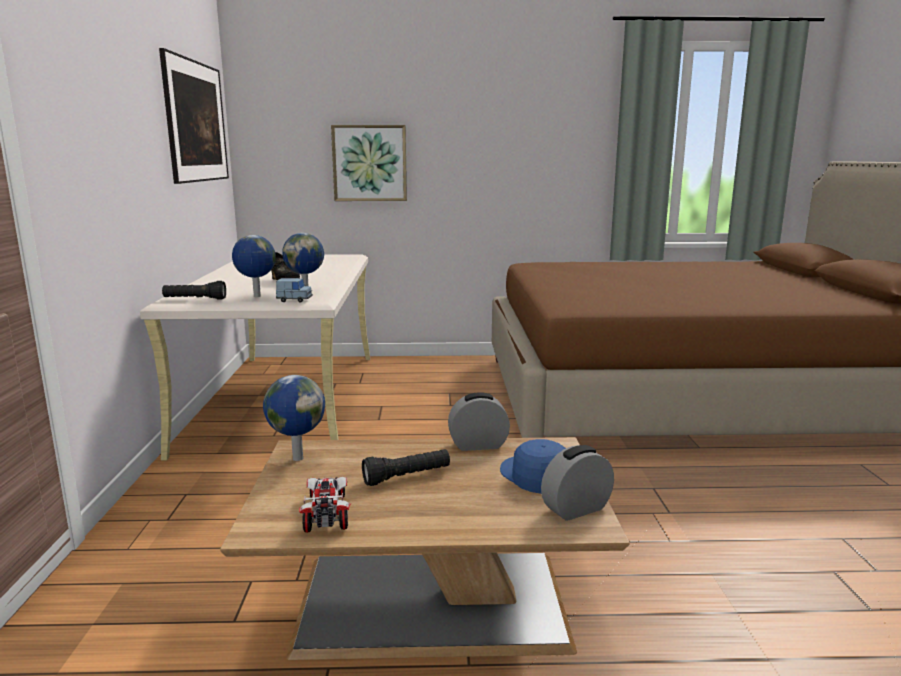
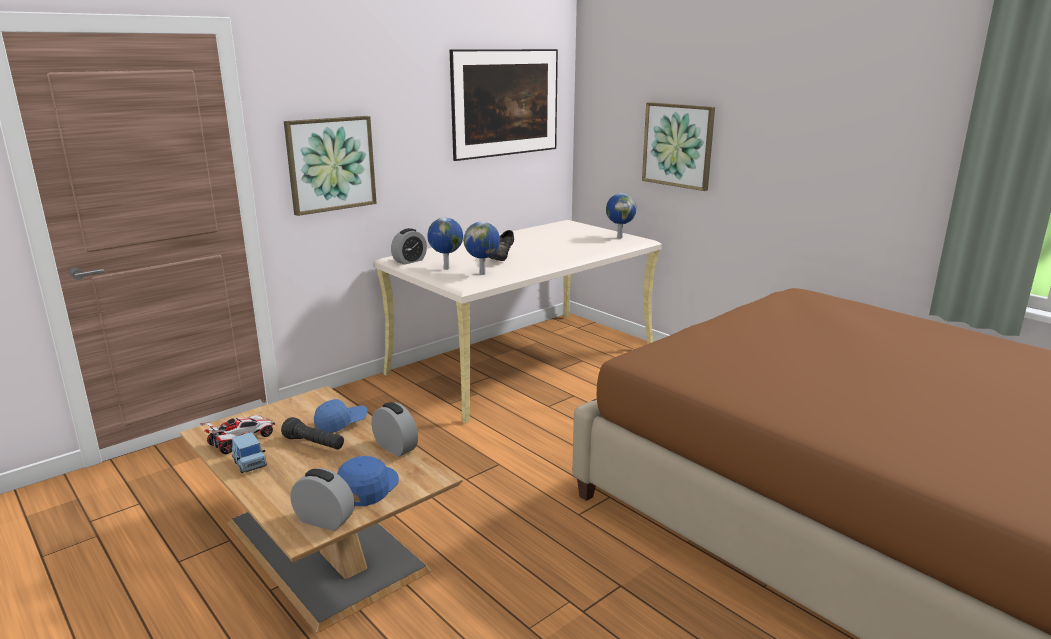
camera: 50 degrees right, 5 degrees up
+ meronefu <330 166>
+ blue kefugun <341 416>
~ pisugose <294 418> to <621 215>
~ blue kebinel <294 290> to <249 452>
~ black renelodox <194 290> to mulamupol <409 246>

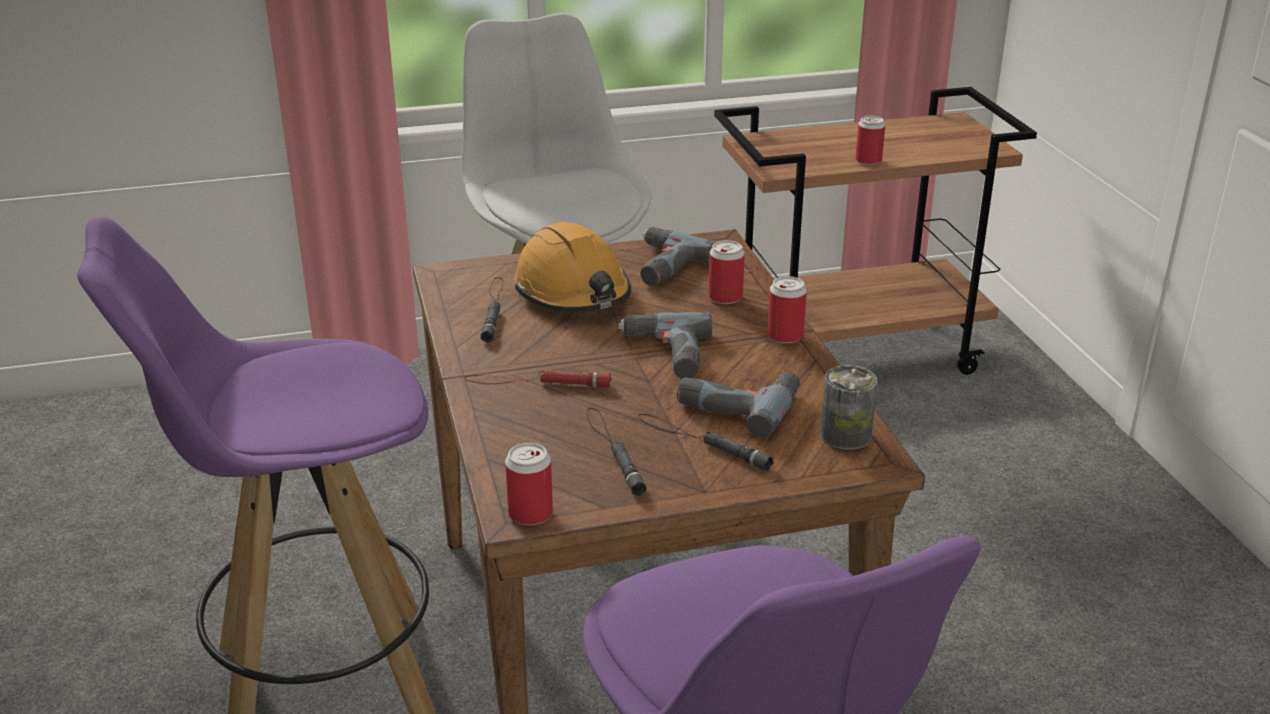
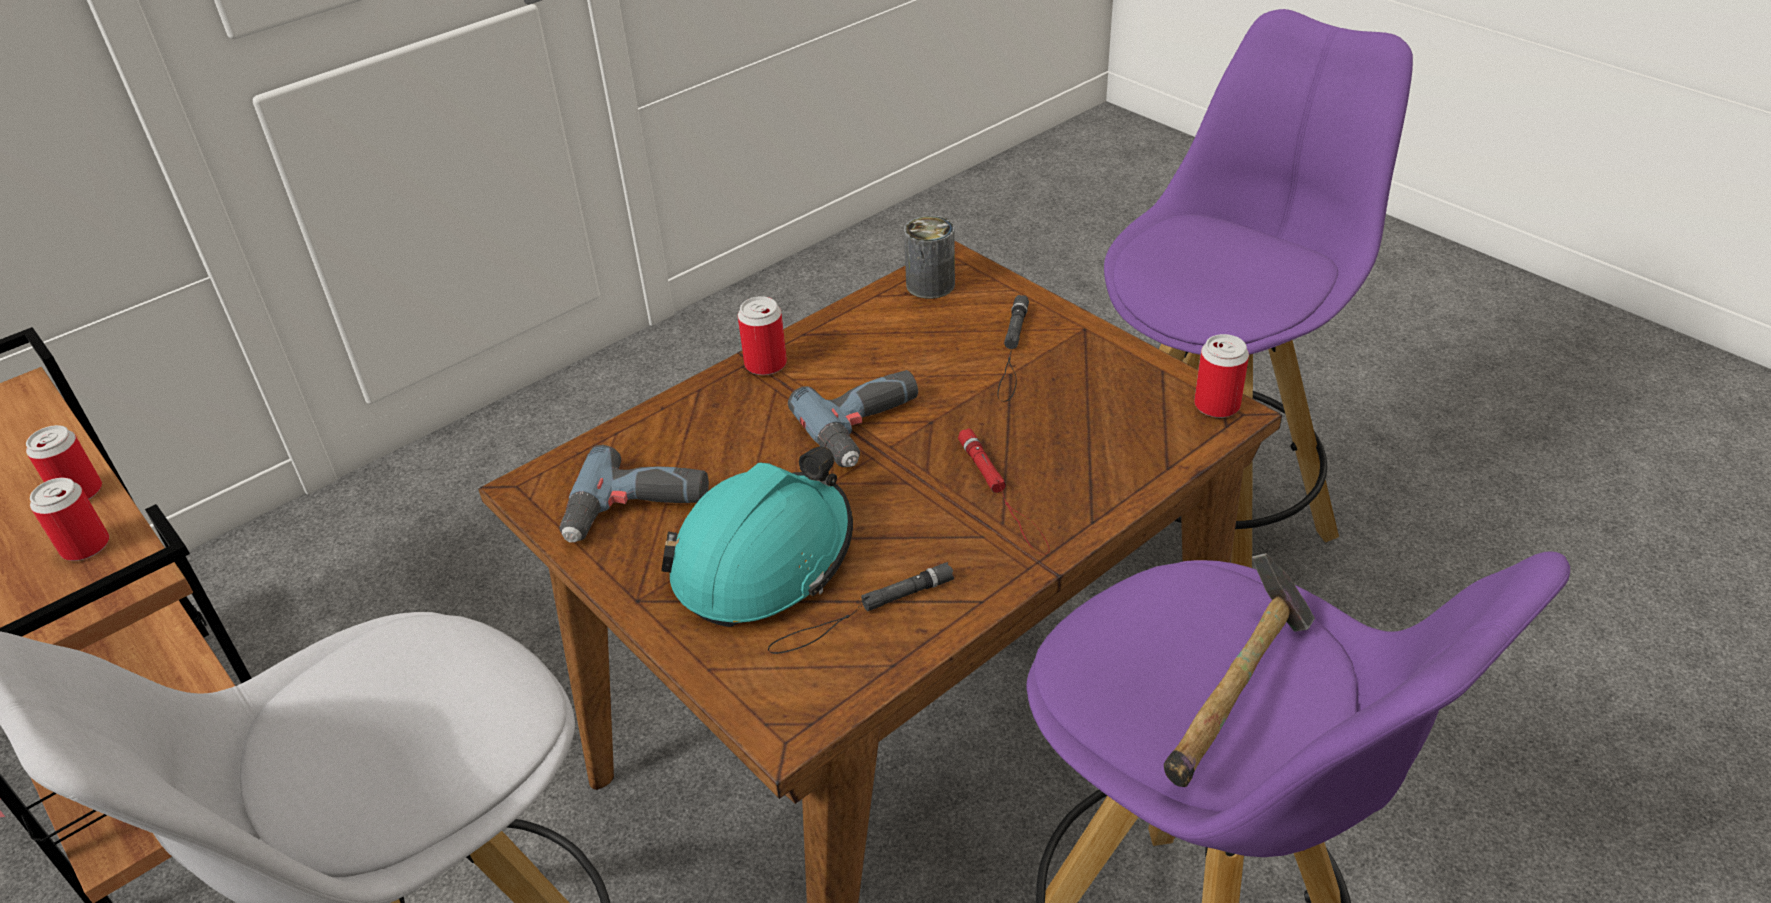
camera: 115 degrees left, 10 degrees up
- black renelodox <616 452>
- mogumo <738 404>
+ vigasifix <1239 670>
~ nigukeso <726 272> to <69 519>
~ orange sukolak <573 267> to turquoise sukolak <757 536>

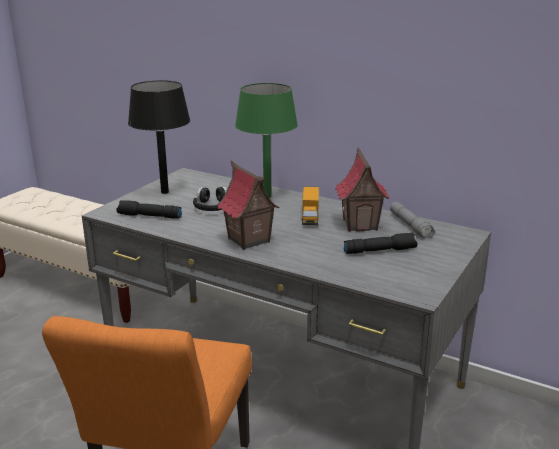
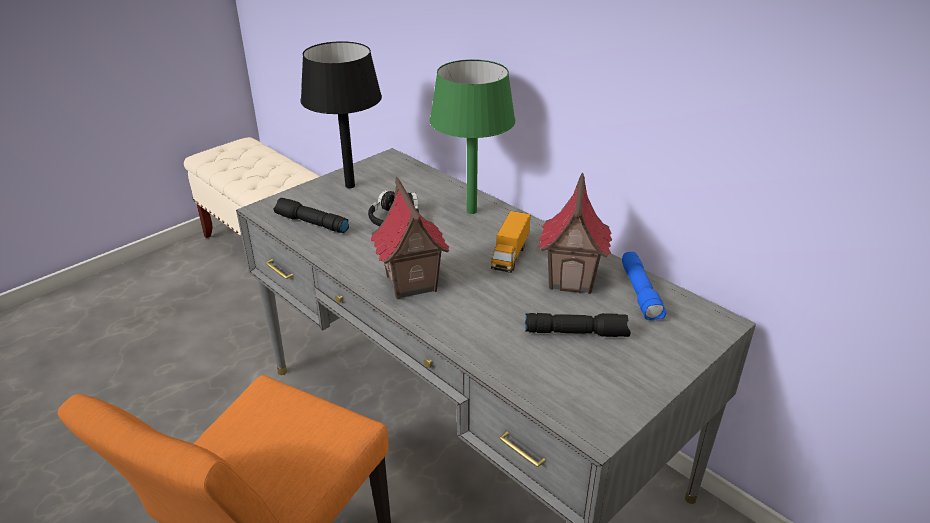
camera: 15 degrees right, 10 degrees up
~ grey renelodox <412 220> to blue renelodox <644 286>

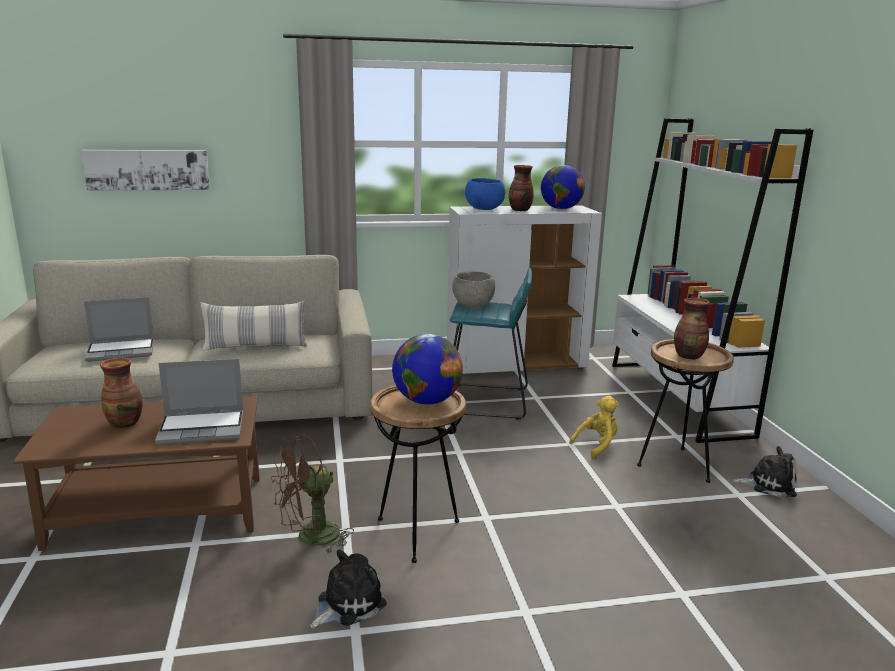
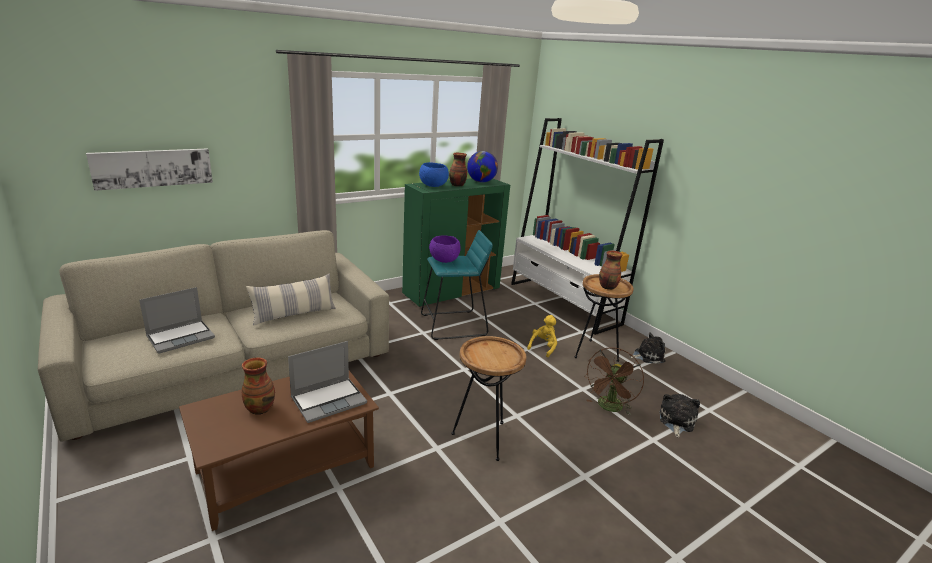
camera: 25 degrees left, 5 degrees up
- pisugose <427 369>
~ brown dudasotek <312 494> to <614 381>
~ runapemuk <348 588> to <680 416>
~ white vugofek <524 289> to green vugofek <456 242>
~ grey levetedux <473 289> to purple levetedux <445 249>

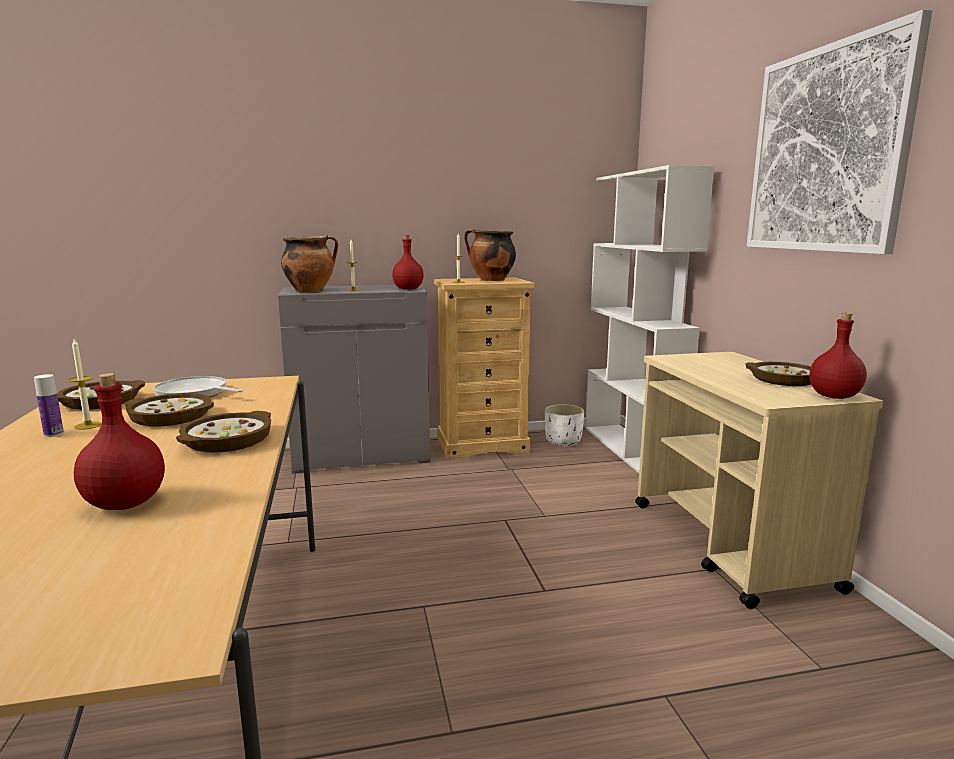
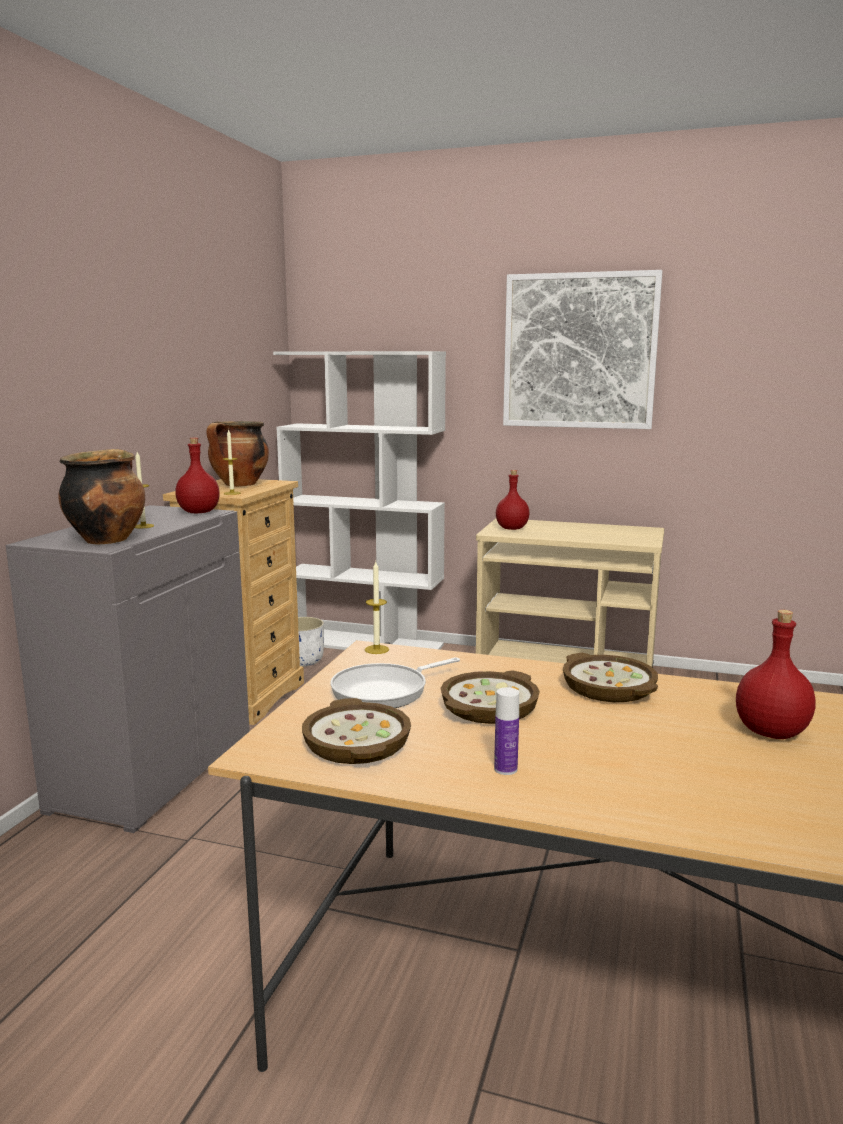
camera: 60 degrees left, 0 degrees up
- levetedux <778 374>
~ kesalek <85 384> to <377 608>
~ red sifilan <838 356> to <513 500>

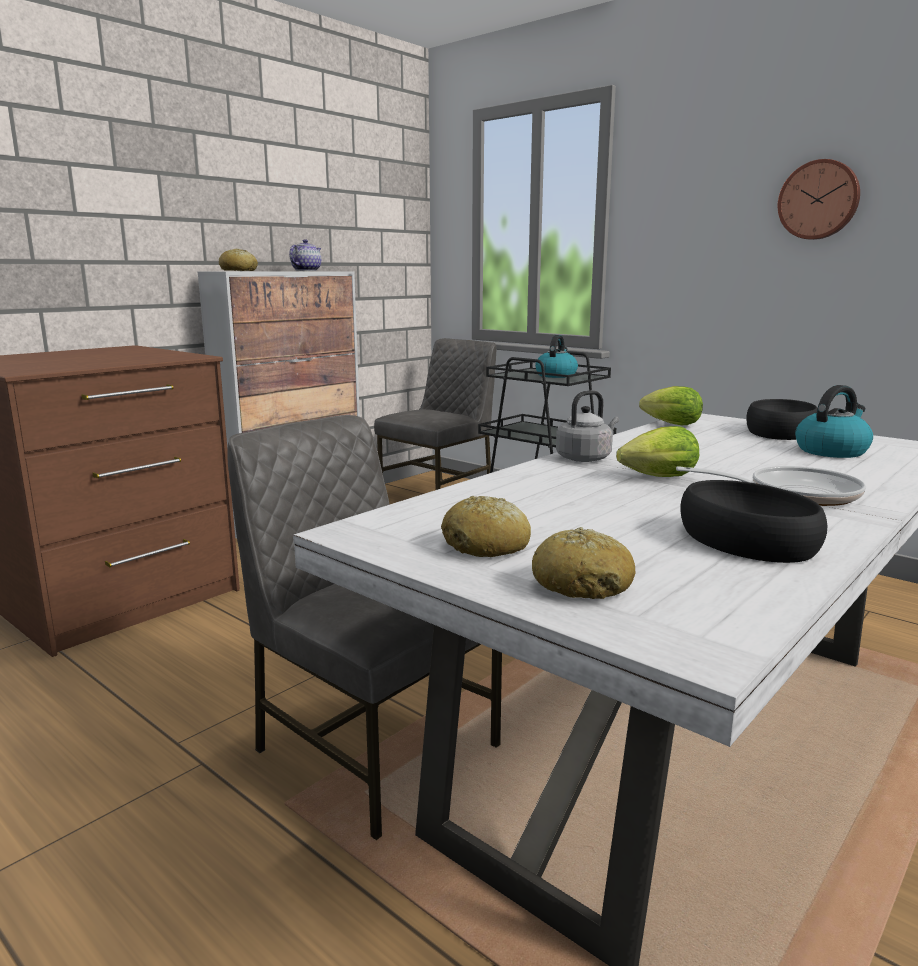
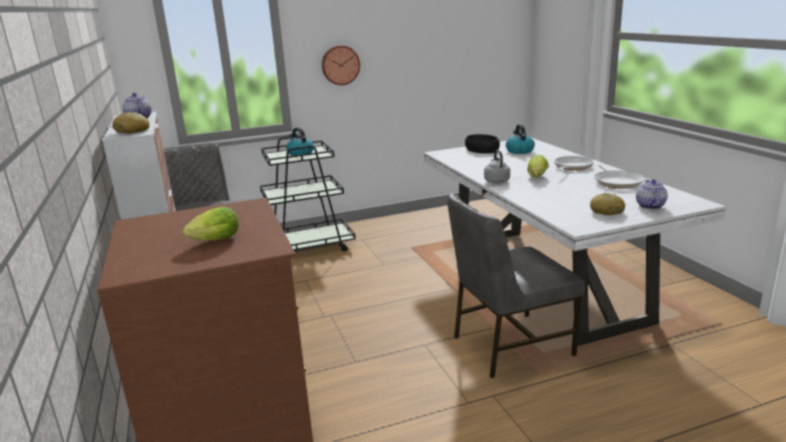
camera: 60 degrees left, 5 degrees up
~ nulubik <671 405> to <210 223>
~ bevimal <819 199> to <341 65>
~ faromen <583 563> to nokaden <652 194>
~ black levetedux <753 521> to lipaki <619 177>

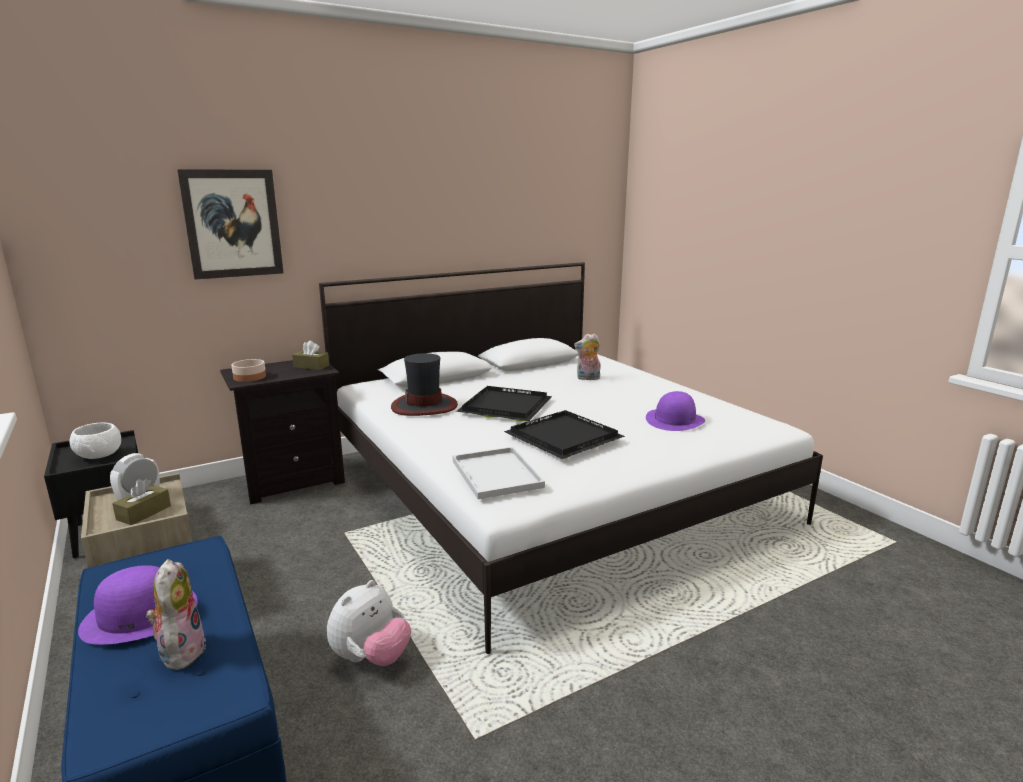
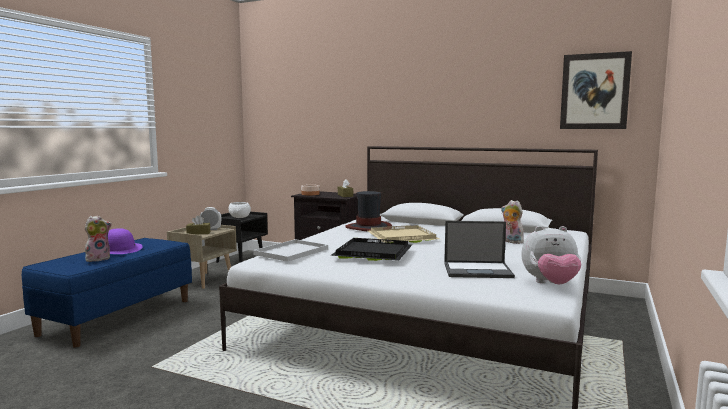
camera: 55 degrees right, 10 degrees down
~ meronefu <230 224> to <596 90>
~ runapemuk <369 623> to <551 255>
~ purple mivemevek <675 411> to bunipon <479 249>
~ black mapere <504 403> to beige mapere <404 234>

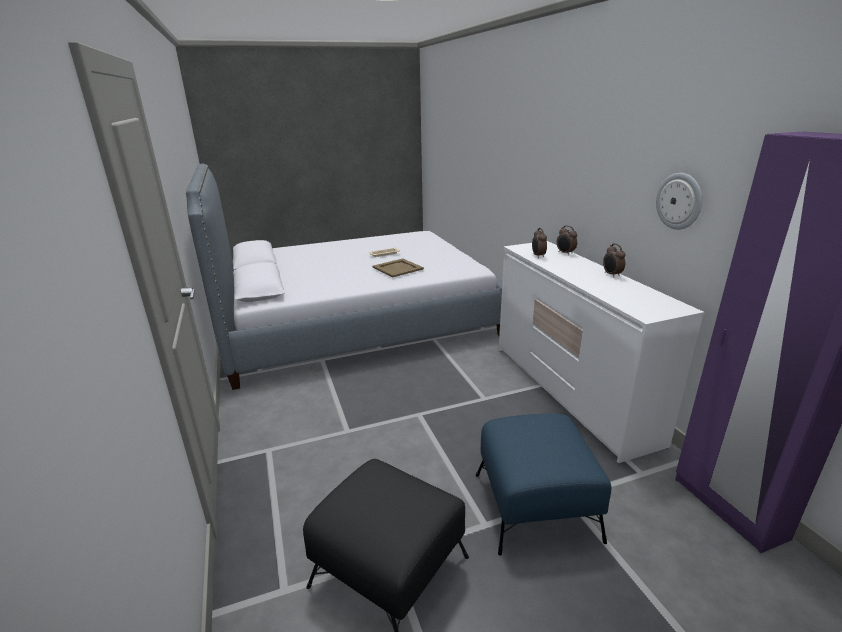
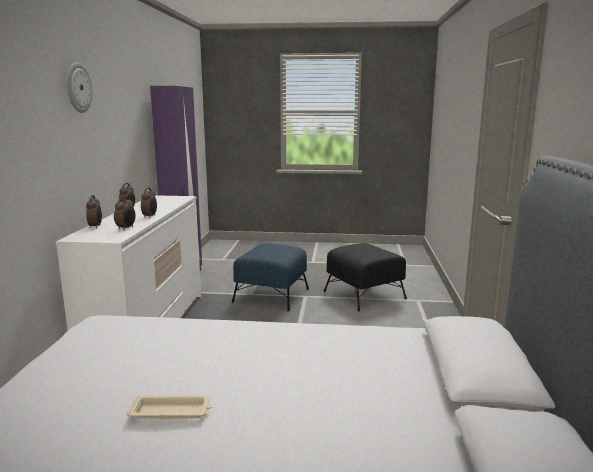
camera: 155 degrees left, 10 degrees down
- beige mapere <398 268>
+ mulamupol <149 203>
~ bevimal <679 201> to <79 87>

